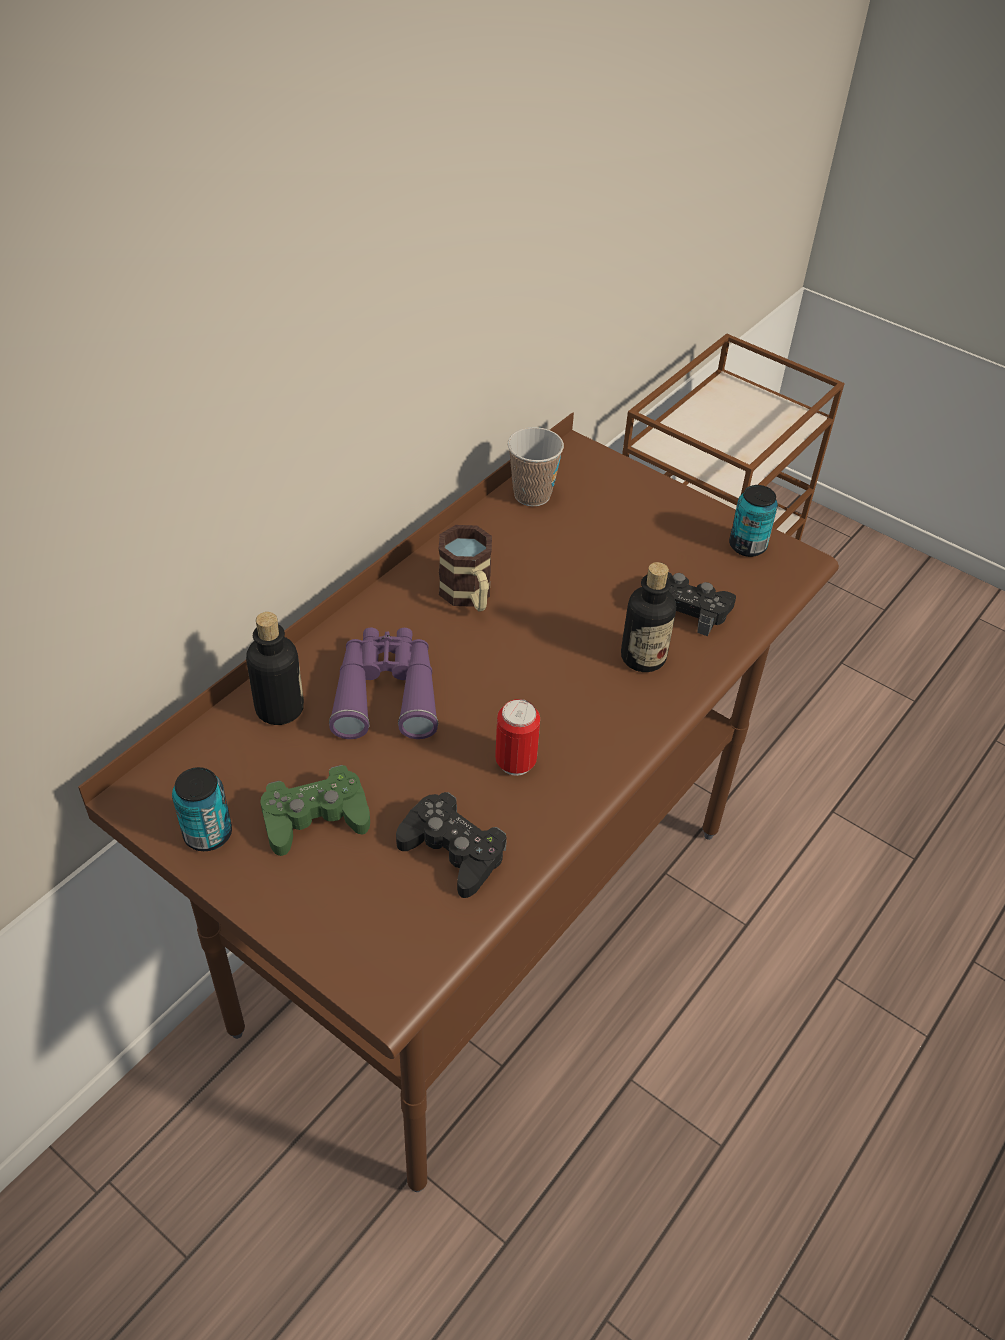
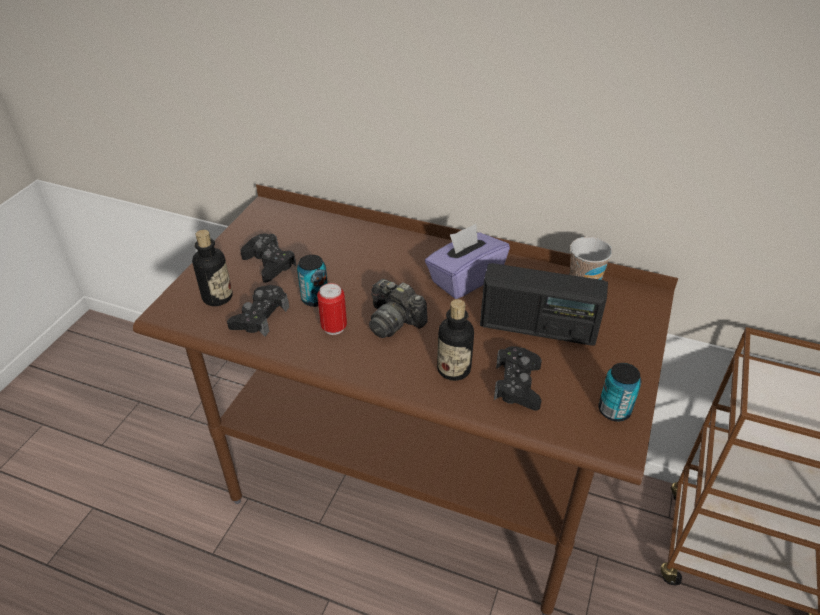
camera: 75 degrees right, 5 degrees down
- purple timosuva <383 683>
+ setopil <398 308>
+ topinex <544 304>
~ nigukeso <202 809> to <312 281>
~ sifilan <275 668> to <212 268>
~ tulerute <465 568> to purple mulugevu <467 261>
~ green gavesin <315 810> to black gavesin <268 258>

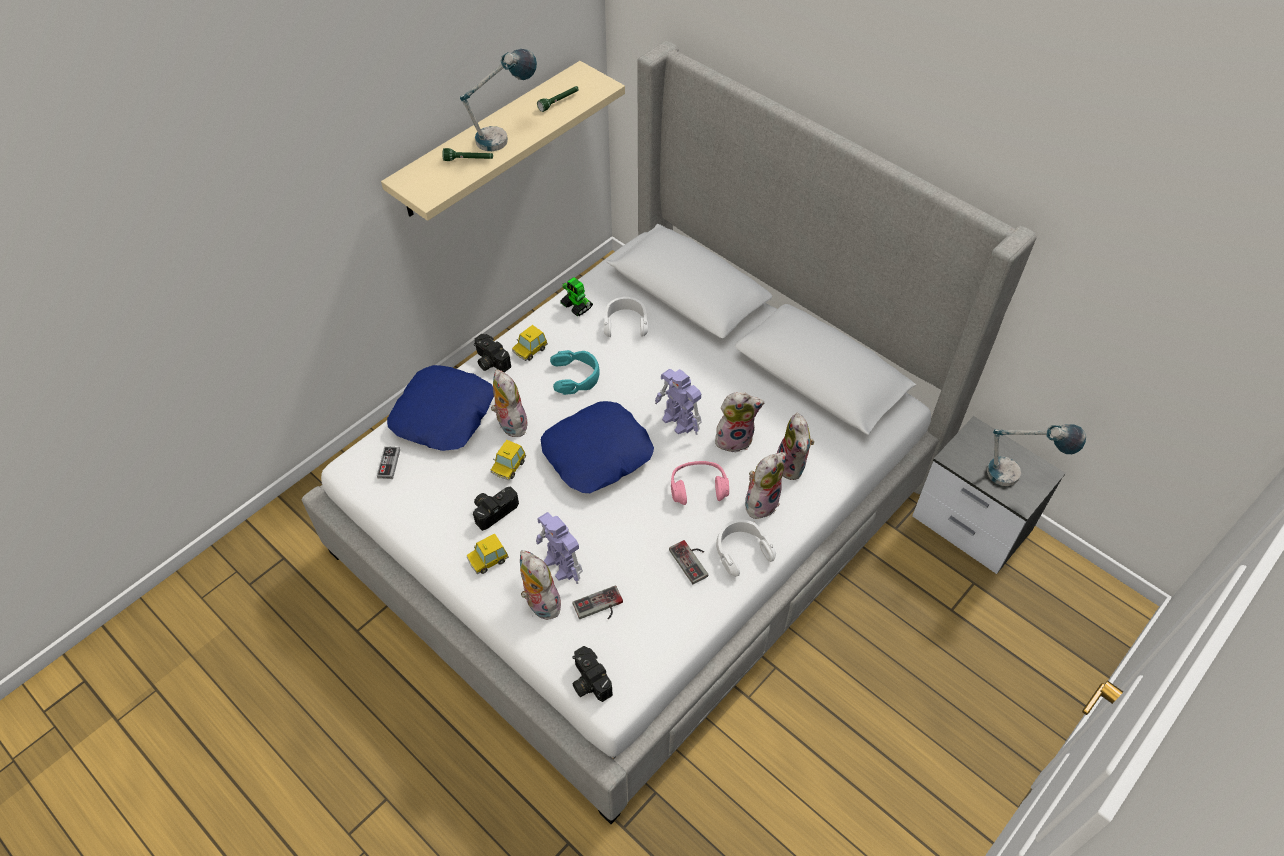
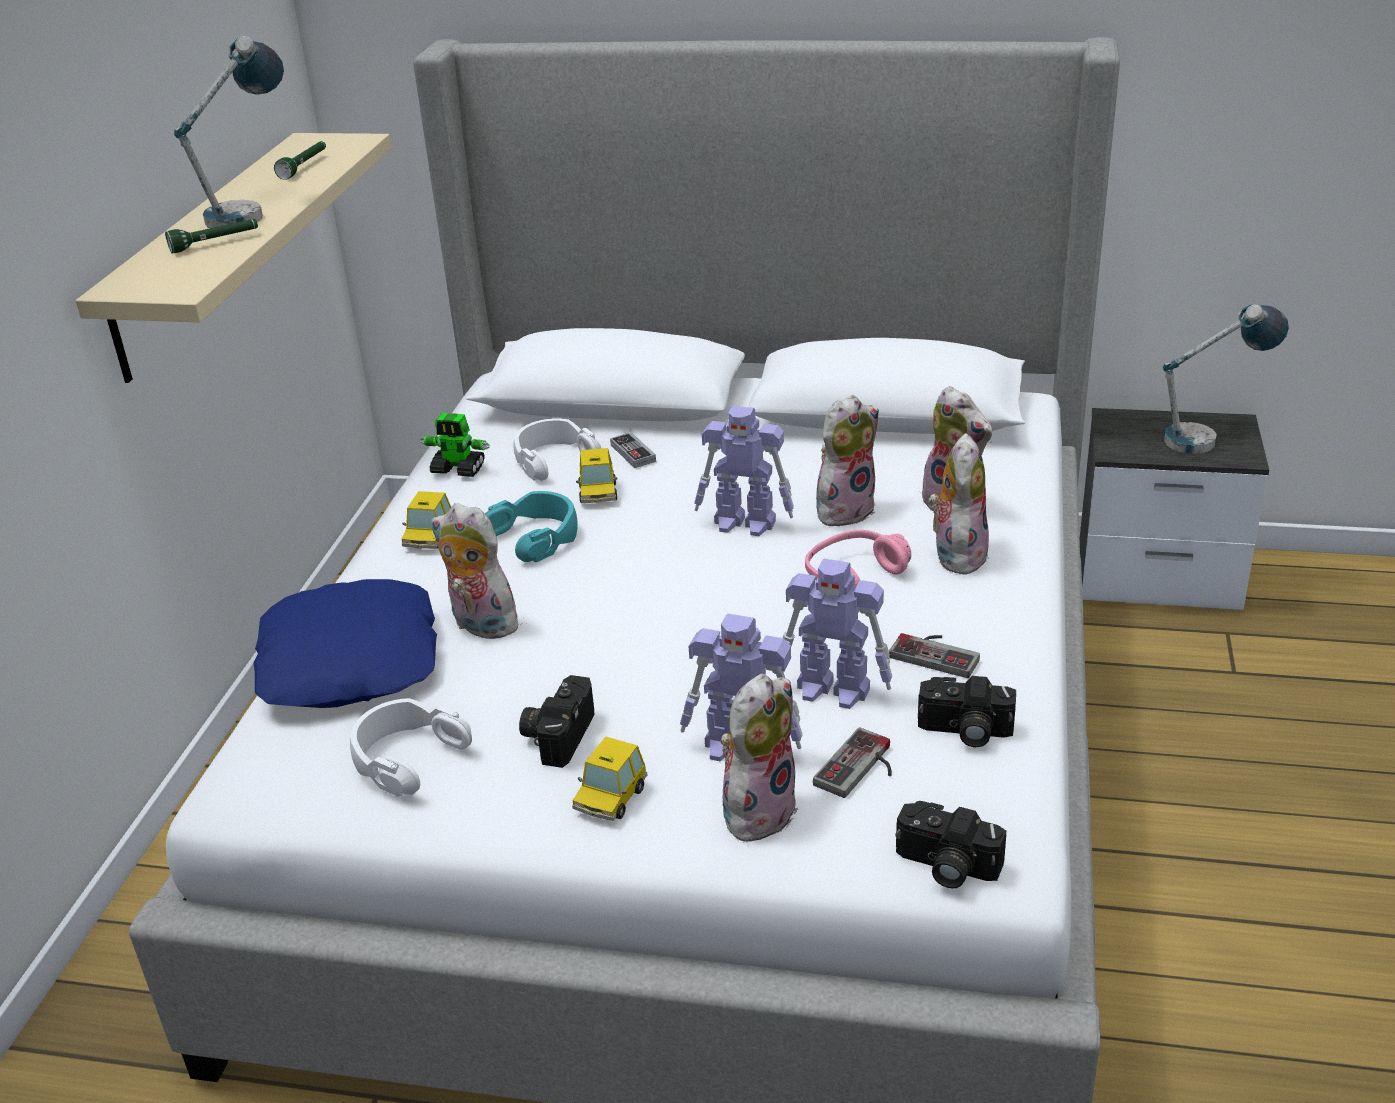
camera: 30 degrees left, 20 degrees down
- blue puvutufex <597 447>
+ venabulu <837 633>
~ gavesin <388 462> to <633 450>
~ setopil <492 353> to <967 711>
~ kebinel <508 460> to <597 475>
~ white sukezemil <746 548> to <411 747>
~ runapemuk <540 585> = <759 758> 105 degrees clockwise

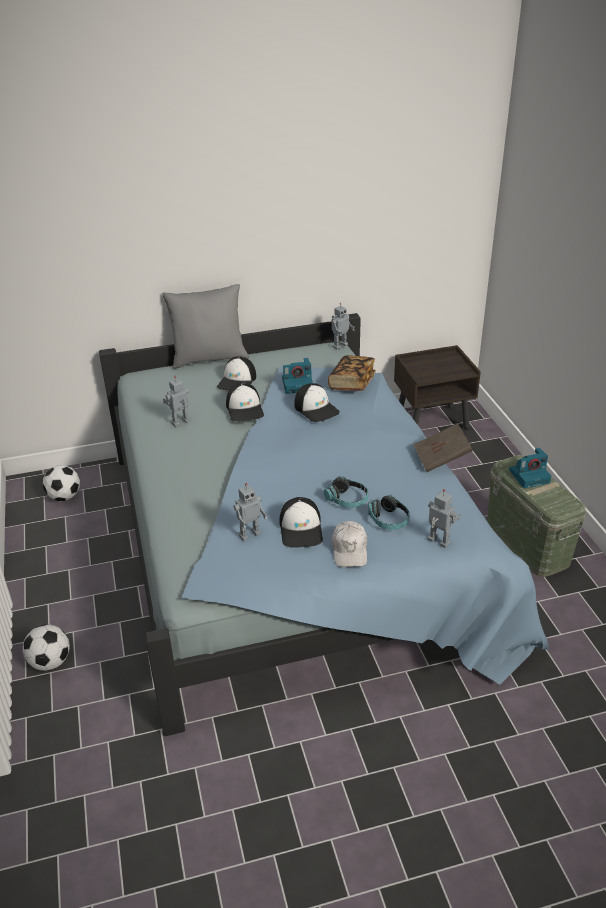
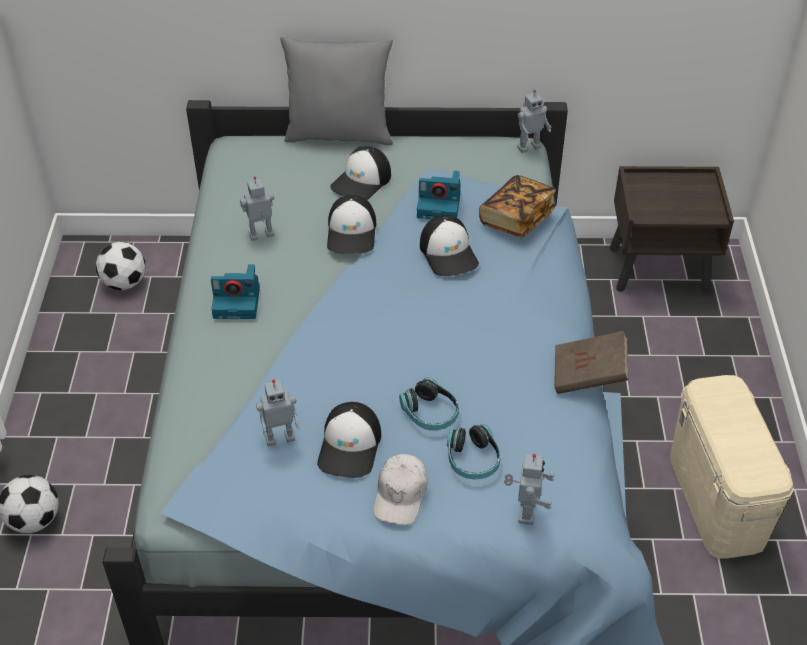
camera: 15 degrees right, 10 degrees up
~ setopil <530 468> to <235 291>
~ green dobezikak <536 516> to beige dobezikak <732 467>
~ venabulu <444 518> = <529 489> 45 degrees clockwise

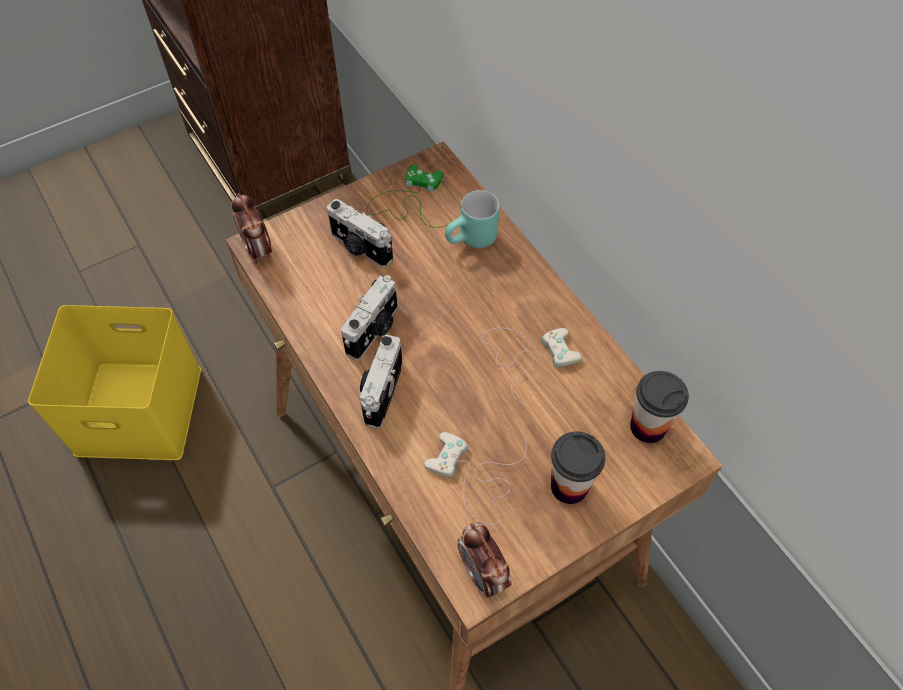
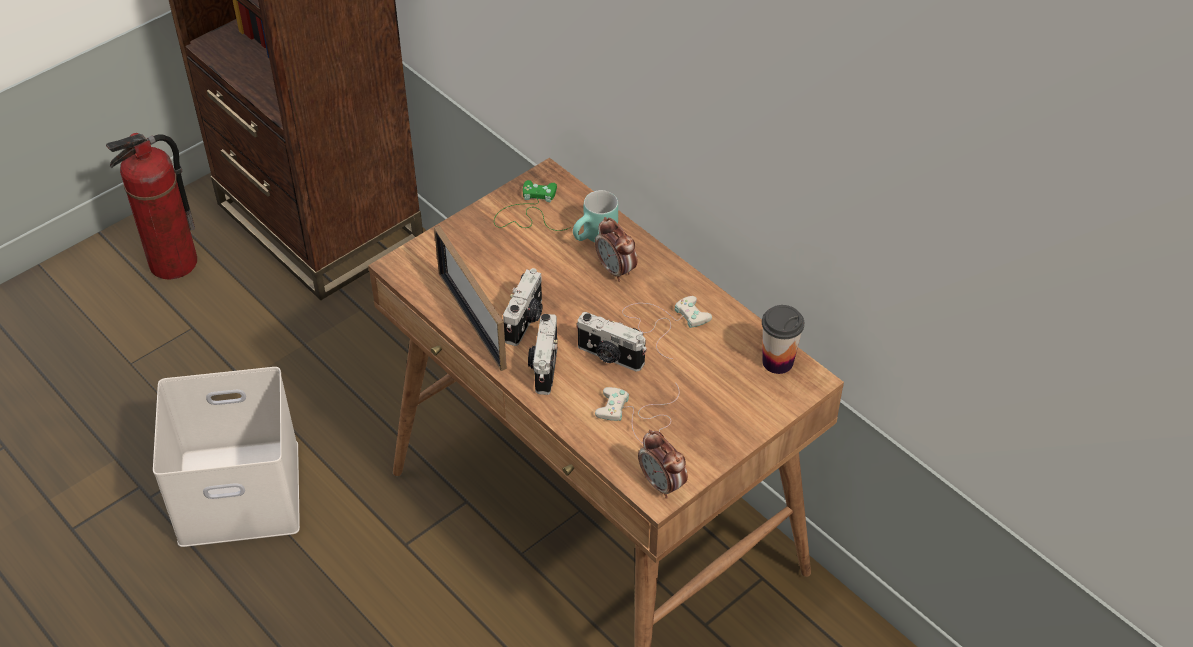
camera: 10 degrees left, 10 degrees down
- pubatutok <578 468>
+ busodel <151 206>
+ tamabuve <470 298>
~ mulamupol <251 228> to <616 249>
~ setopil <360 233> to <612 341>
~ yellow dobezikak <114 382> to white dobezikak <226 457>

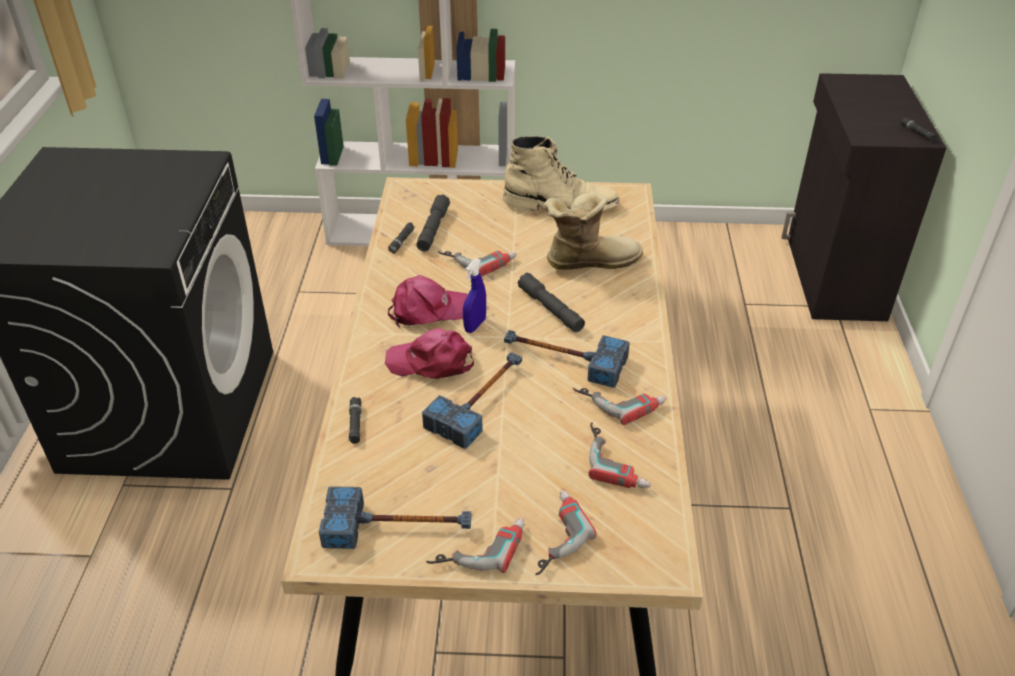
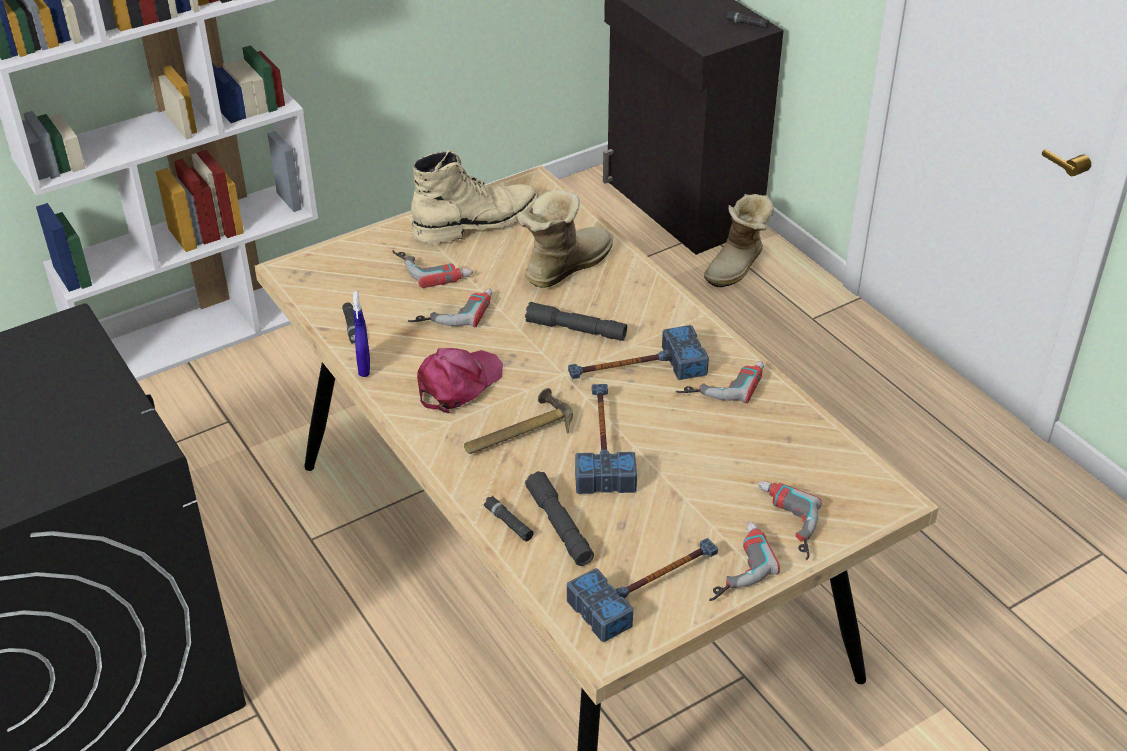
camera: 35 degrees left, 0 degrees up
+ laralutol <739 241>
~ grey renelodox <433 222> to <559 518>
~ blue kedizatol <474 295> to <361 334>
~ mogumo <620 455> to <432 269>
~ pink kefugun <429 353> to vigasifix <518 421>

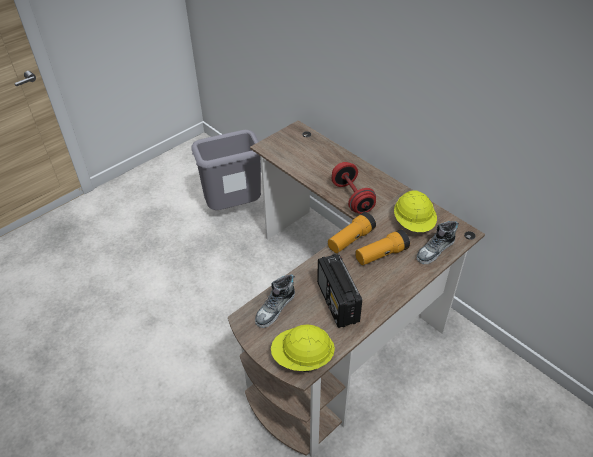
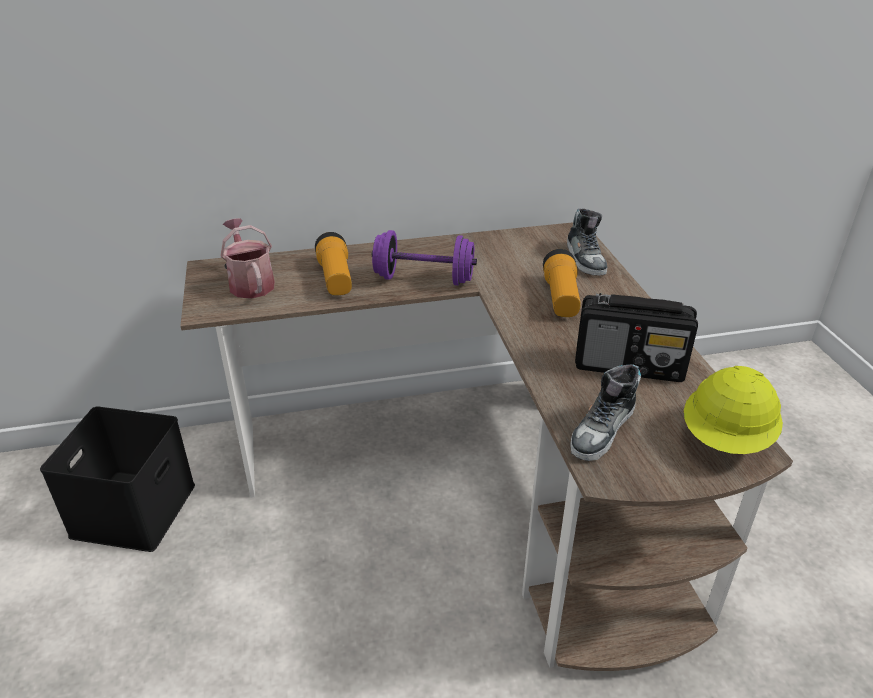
camera: 60 degrees left, 10 degrees down
- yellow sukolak <415 211>
+ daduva <247 258>
~ renelodox <352 232> to <333 264>
~ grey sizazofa <226 170> to black dobezikak <117 479>
~ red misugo <354 188> to purple misugo <424 257>
~ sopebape <275 301> = <605 412> 60 degrees clockwise

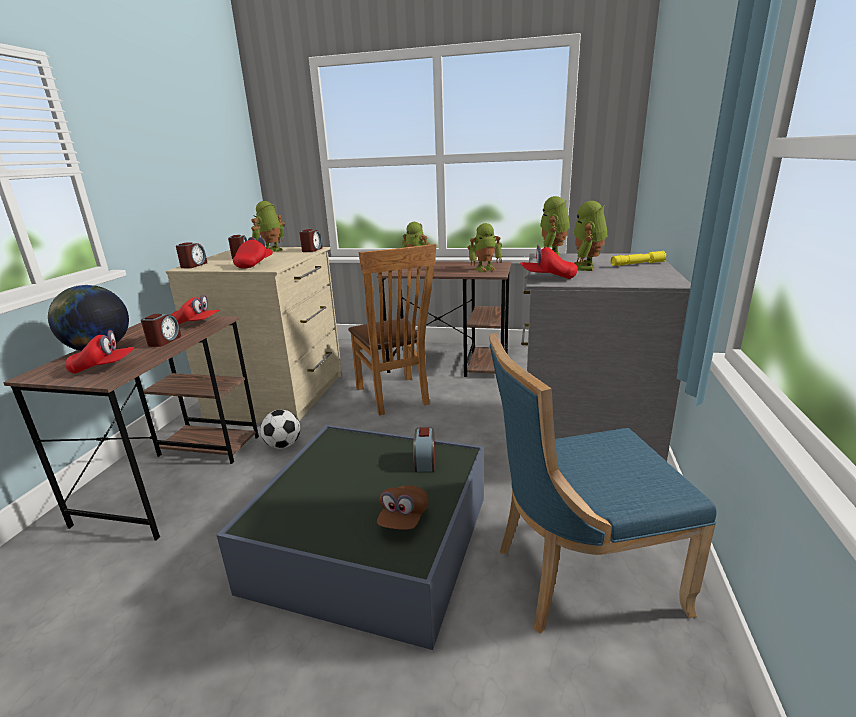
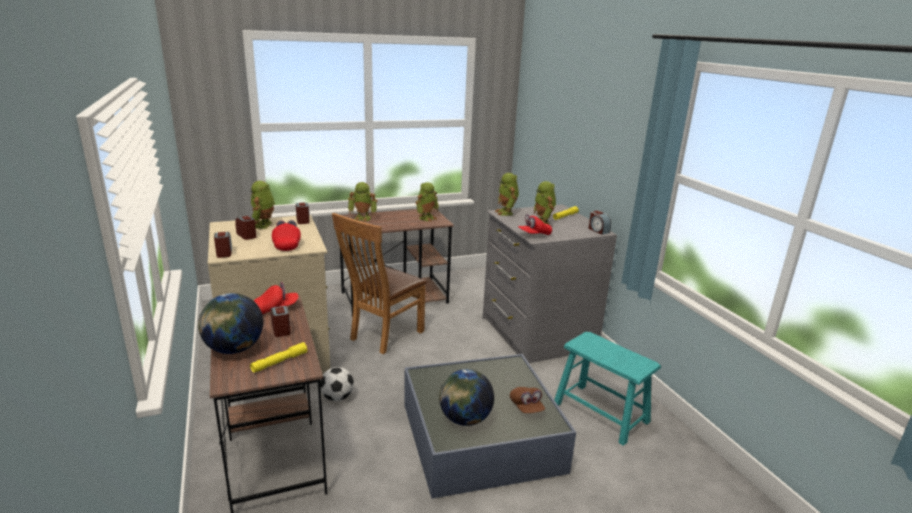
camera: 35 degrees left, 0 degrees up
+ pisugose <466 397>
~ mulamupol <424 449> to <600 223>
~ red kefugun <100 352> to yellow renelodox <279 357>
~ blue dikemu <603 483> to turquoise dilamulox <607 389>
~ brown dikemu <392 329> = <379 283> 90 degrees clockwise

